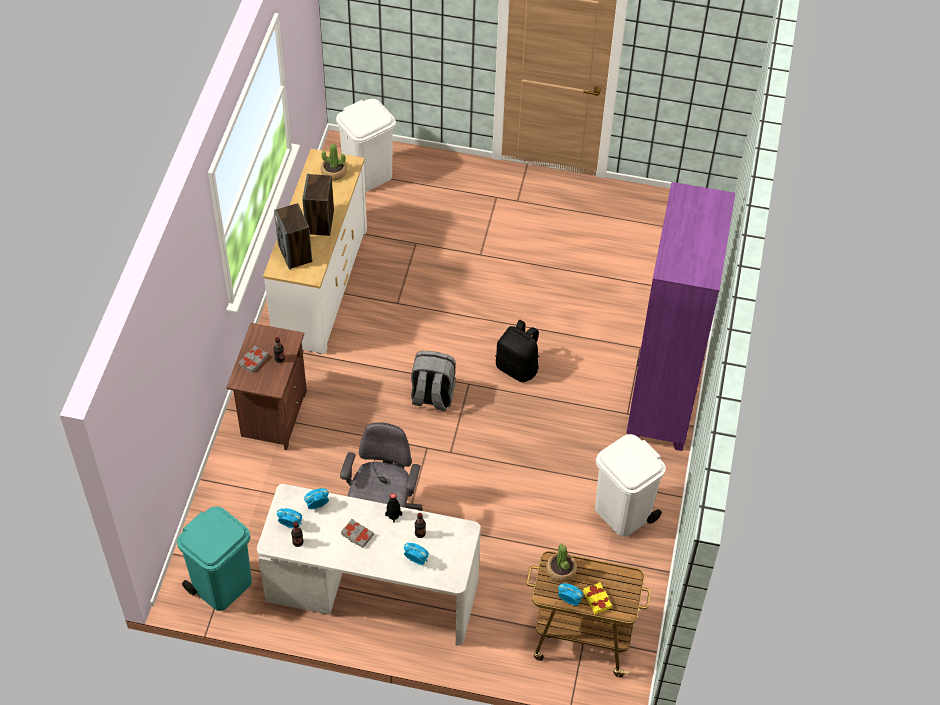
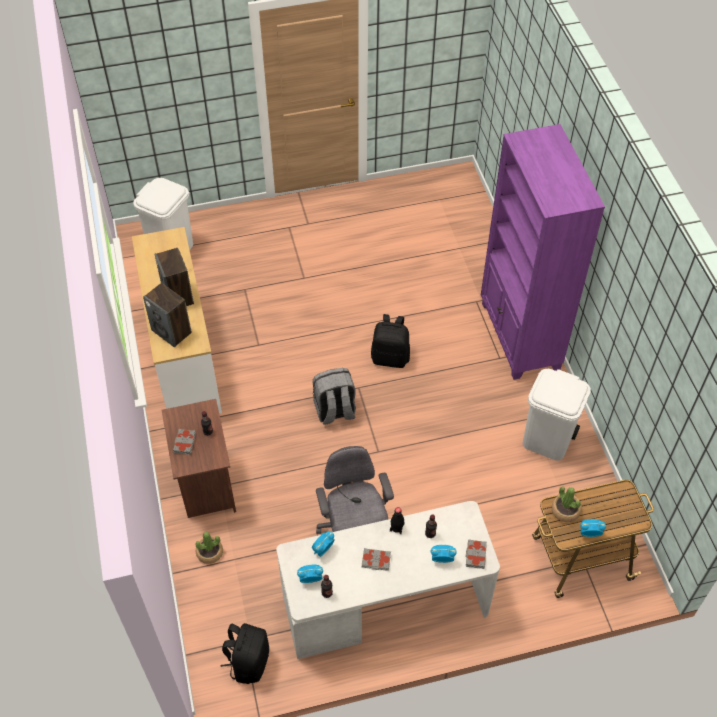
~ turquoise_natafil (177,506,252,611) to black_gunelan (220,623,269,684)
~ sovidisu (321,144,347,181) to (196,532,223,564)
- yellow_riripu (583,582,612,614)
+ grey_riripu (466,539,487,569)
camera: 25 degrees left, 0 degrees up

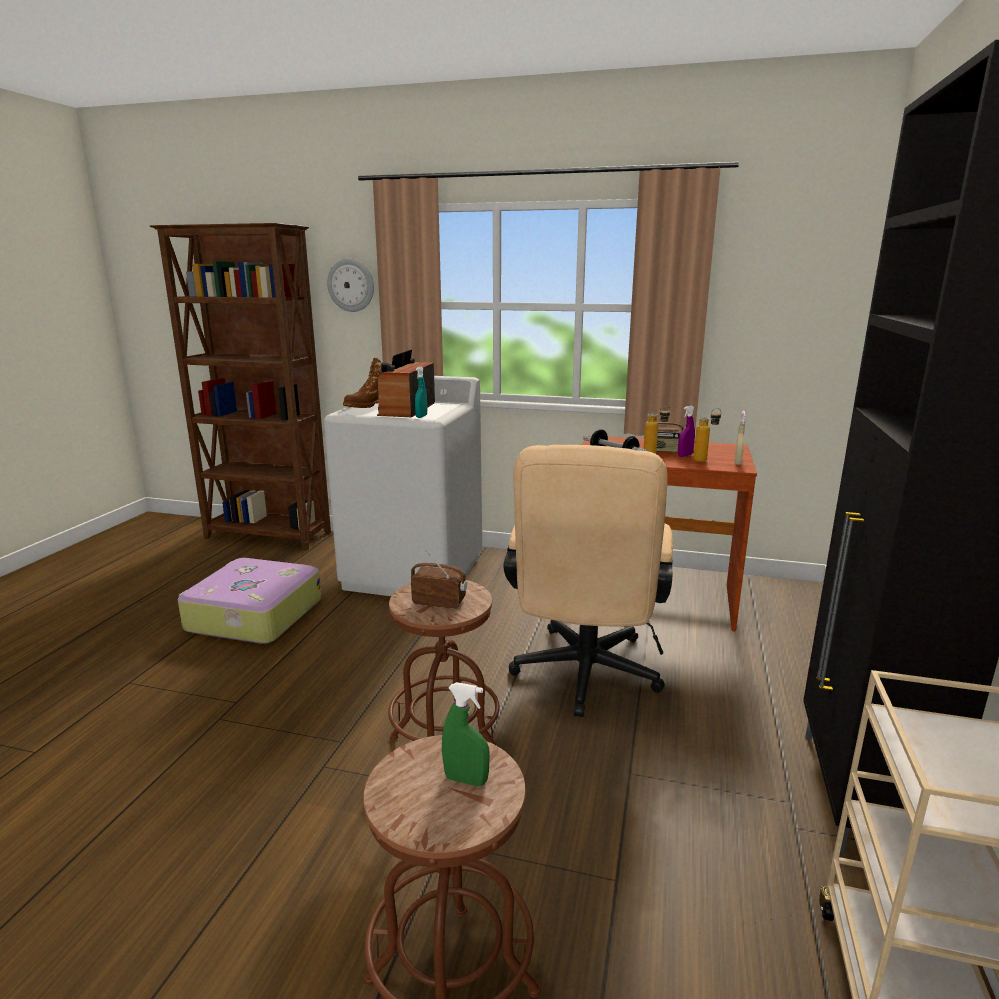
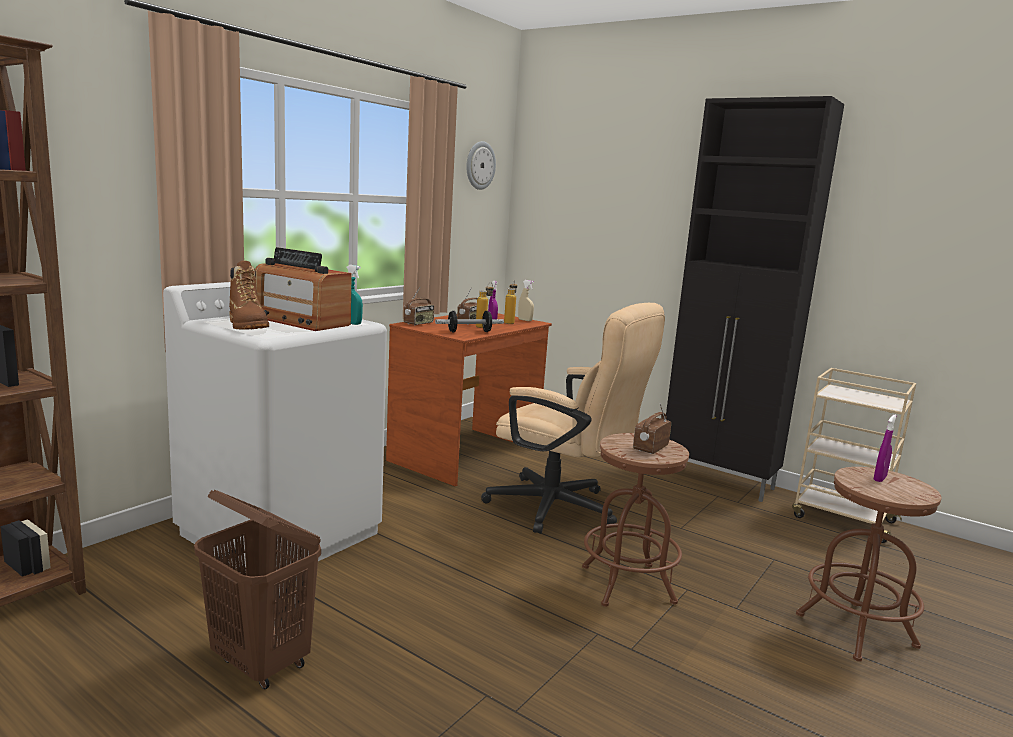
~ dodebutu (178,558,321,644) to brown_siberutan (194,490,321,689)
~ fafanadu (327,258,374,312) to (466,141,496,190)
~ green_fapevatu (442,682,490,786) to purple_fapevatu (874,415,897,482)
+ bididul (403,287,434,325)
camera: 70 degrees left, 5 degrees down

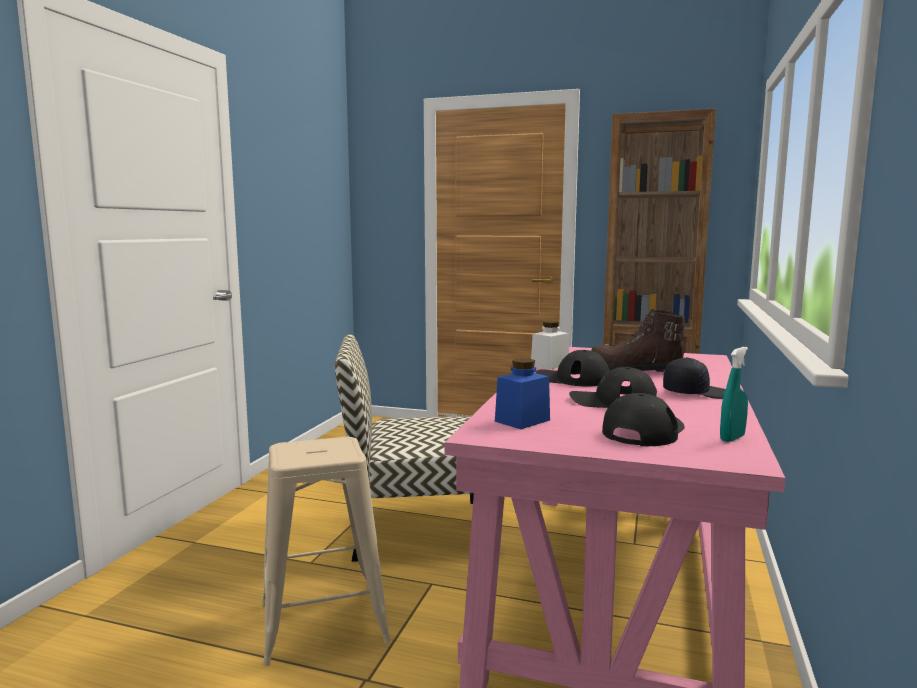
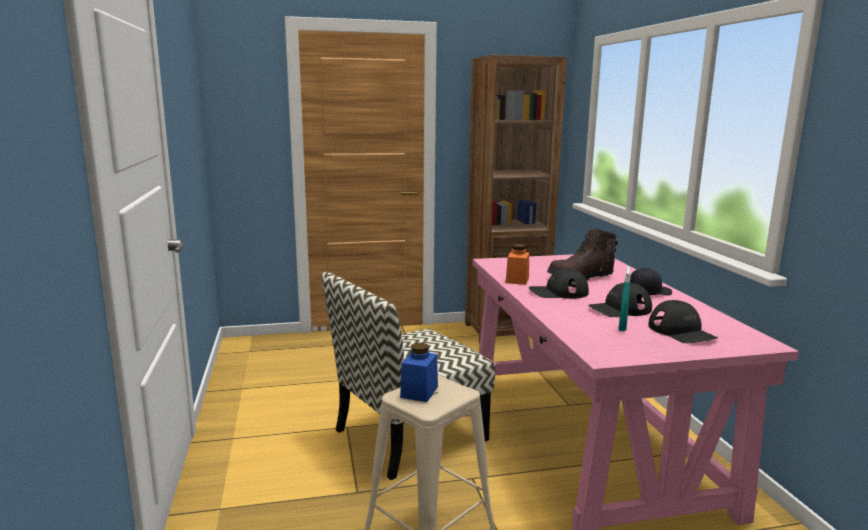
~ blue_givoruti (495,358,550,429) to (400,343,438,402)
~ white_givoruti (531,321,569,370) to orange_givoruti (506,244,529,285)
~ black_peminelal (602,393,685,446) = (648,300,718,343) 150 degrees clockwise
~ turquoise_fapevatu (720,347,748,442) to (618,266,630,331)
camera: 30 degrees left, 5 degrees up

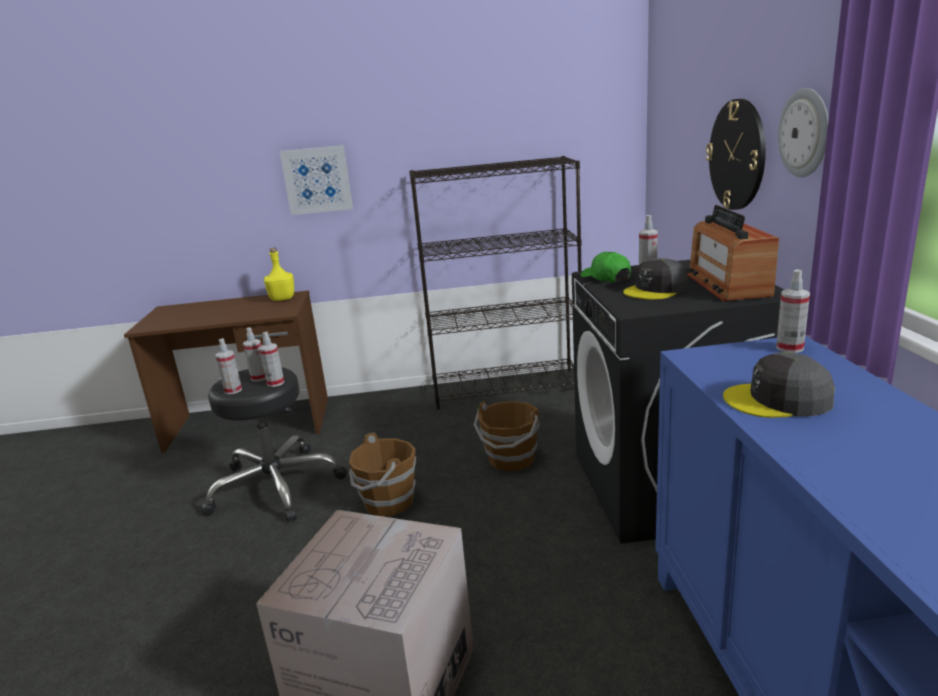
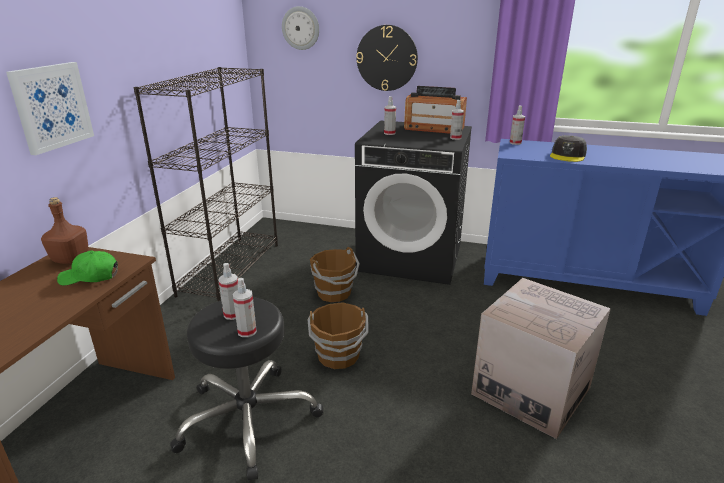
~ fapevatu (259,332,284,387) to (450,100,464,140)
~ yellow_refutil (264,248,294,301) to brown_refutil (41,197,88,264)
~ green_peminelal (581,252,631,282) to (57,250,118,286)
- grey_peminelal (623,258,688,299)
~ fafanadu (778,88,829,177) to (282,6,319,50)
camera: 70 degrees left, 5 degrees up

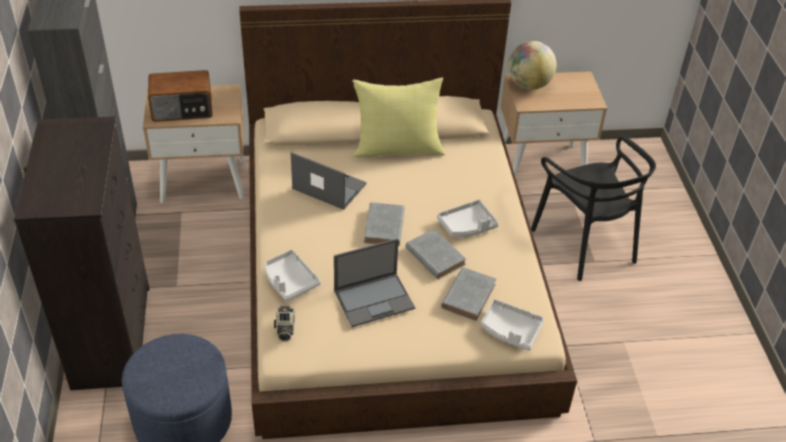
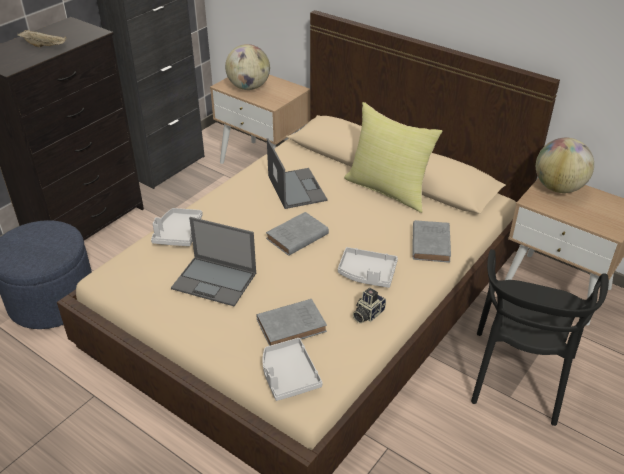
~ bididul (148,70,212,122) to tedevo (225,44,270,90)
~ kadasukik (274,306,295,341) to (353,288,386,323)
~ grey_riripu (406,229,466,279) to (412,220,451,262)
+ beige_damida (17,29,67,48)
camera: 45 degrees right, 5 degrees down

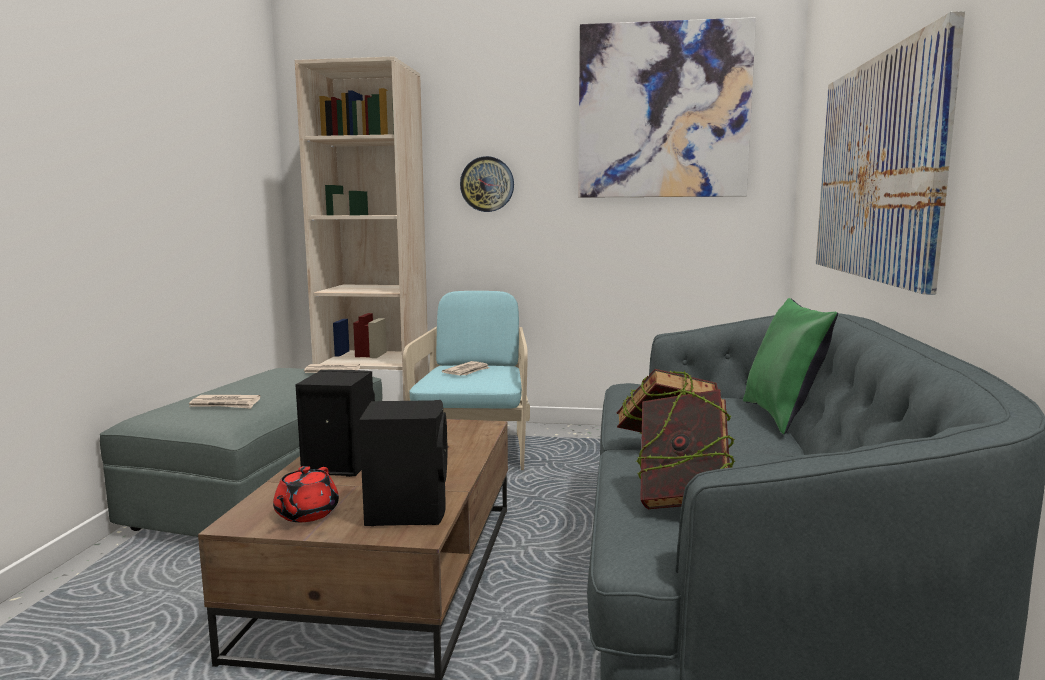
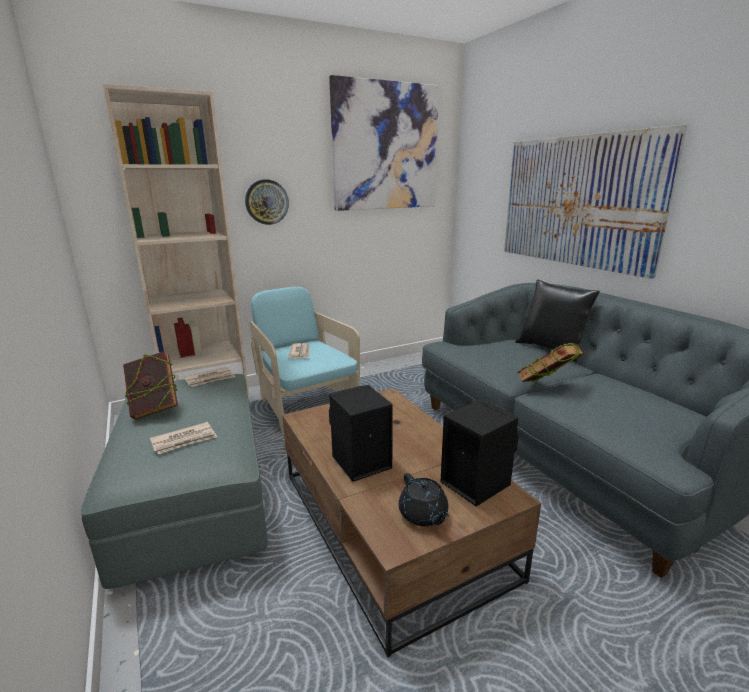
~ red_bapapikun (273,466,339,522) to black_bapapikun (399,473,449,526)
~ riripu (636,389,735,509) to (123,351,178,419)
~ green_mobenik (743,298,838,434) to black_mobenik (515,280,600,362)
camera: 35 degrees left, 10 degrees up

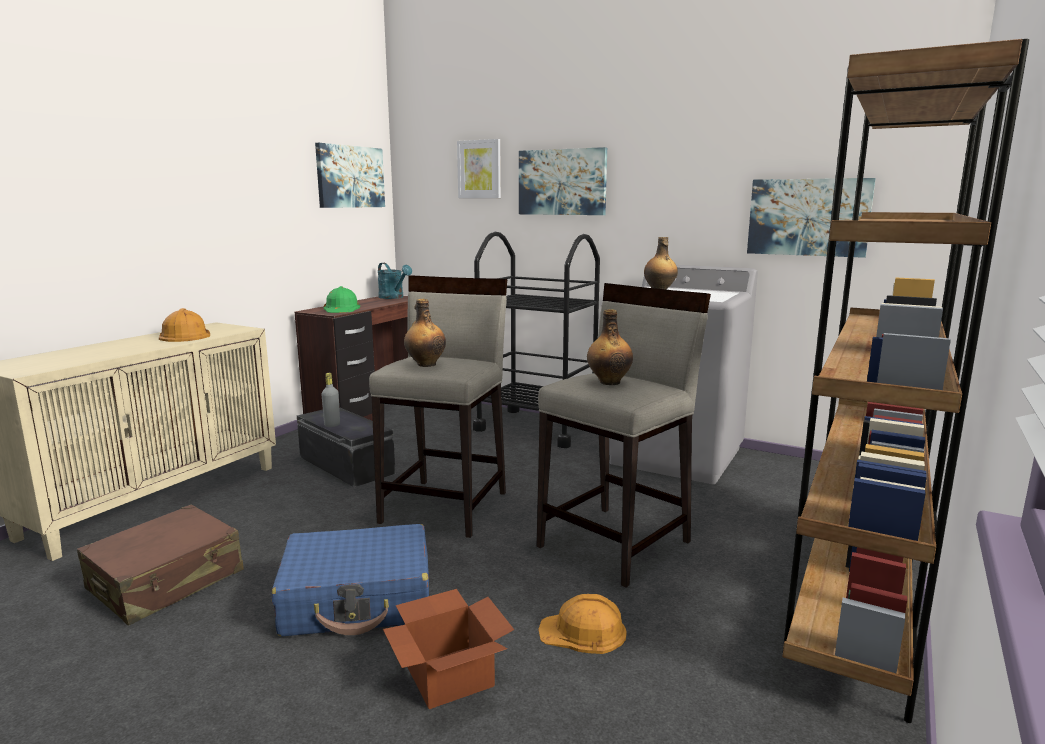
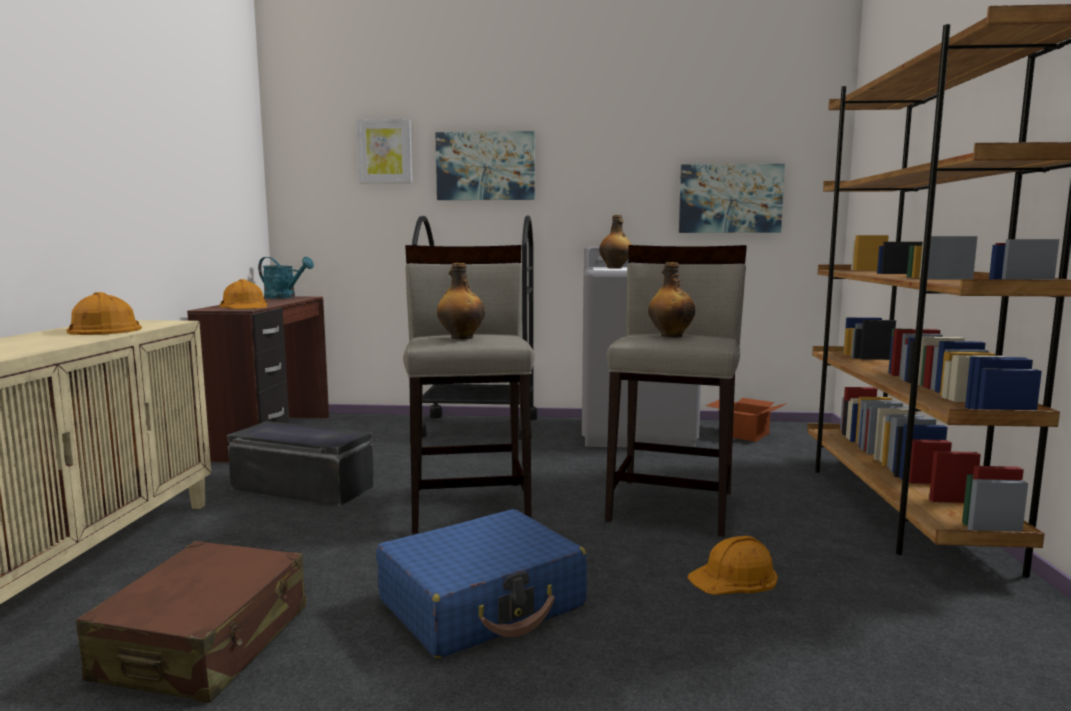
- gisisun (315,143,385,208)
- grey_refutil (321,373,340,427)
~ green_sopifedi (324,286,360,313) to orange_sopifedi (219,279,268,309)
~ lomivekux (383,589,514,709) to (706,398,787,442)
camera: 25 degrees left, 5 degrees down

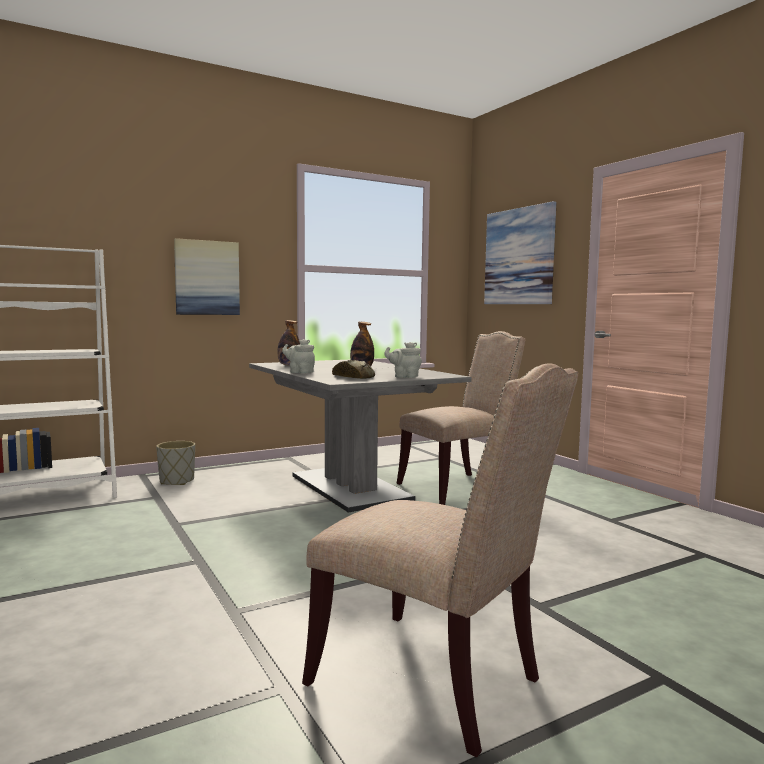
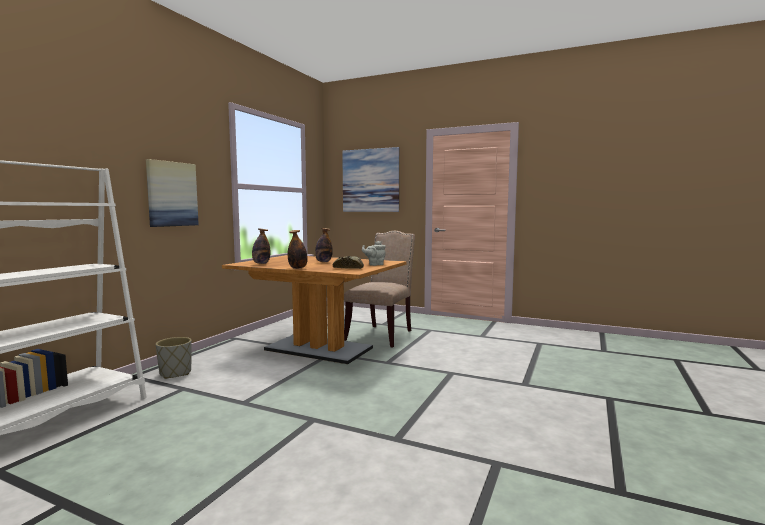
~ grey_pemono (249,360,471,512) to brown_pemono (222,255,406,364)
~ grey_bapapikun (282,339,315,374) to refutil (288,230,308,269)
- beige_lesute (302,363,578,757)
camera: 35 degrees left, 0 degrees up

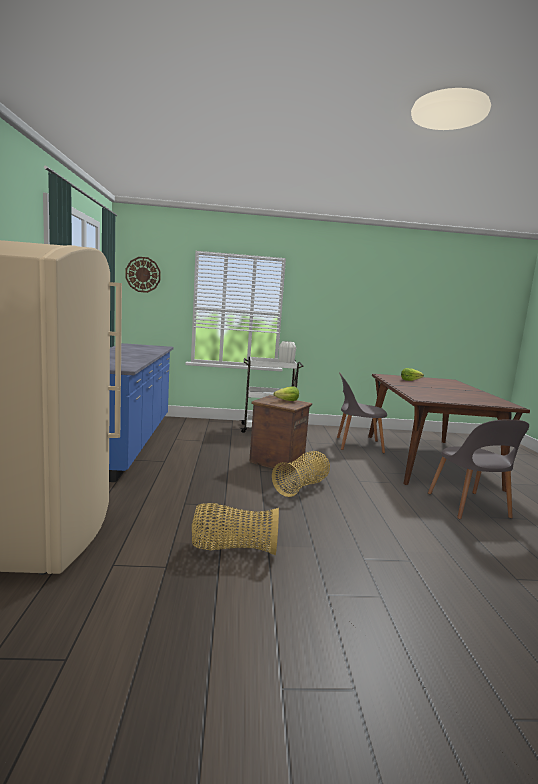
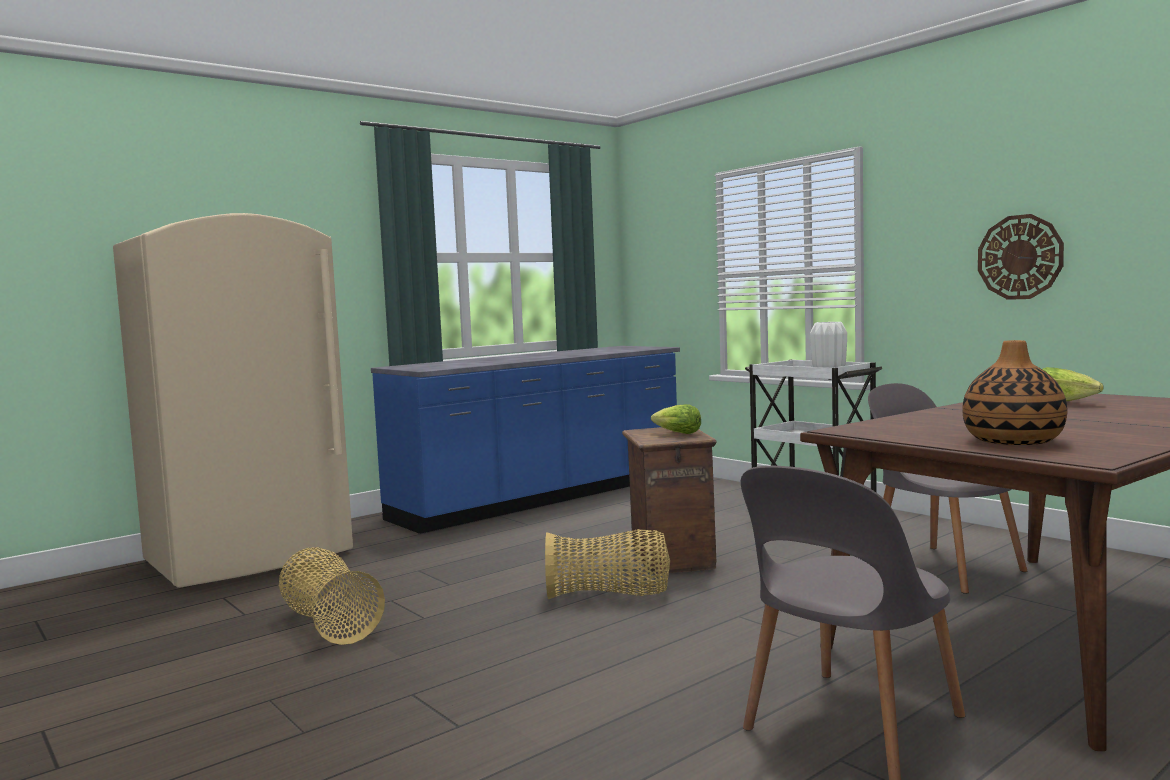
~ fafanadu (126,257,161,293) to (978,214,1064,300)
+ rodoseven (962,340,1067,445)
camera: 55 degrees right, 5 degrees down

